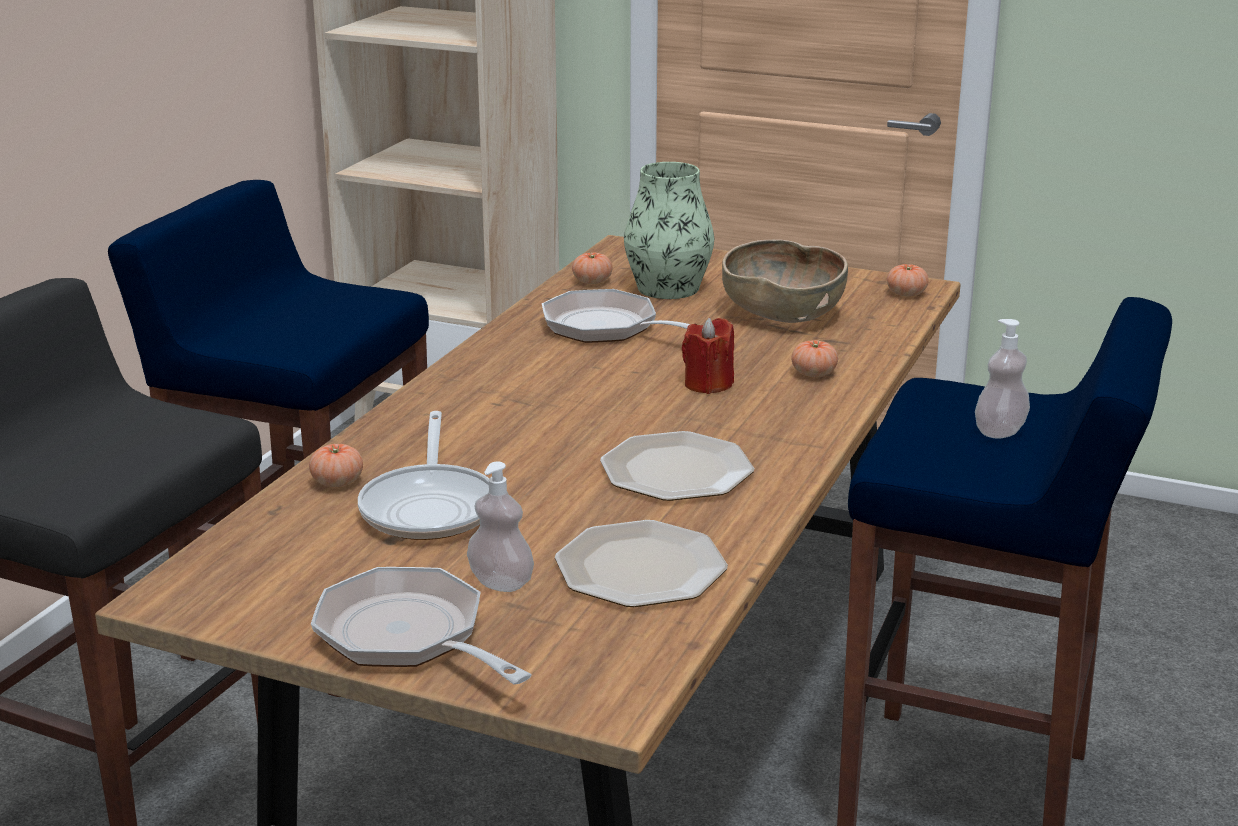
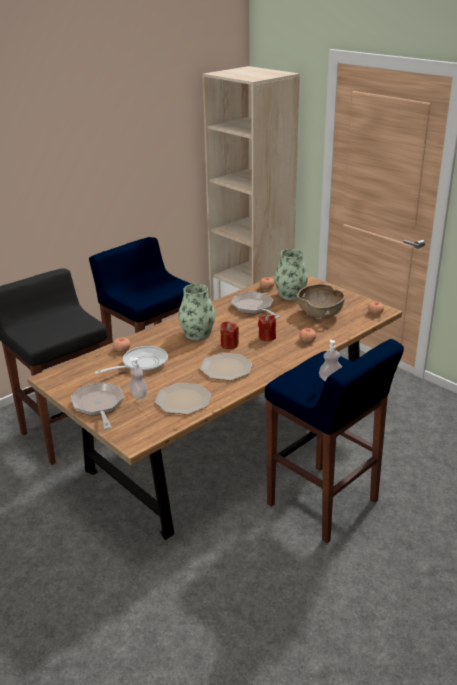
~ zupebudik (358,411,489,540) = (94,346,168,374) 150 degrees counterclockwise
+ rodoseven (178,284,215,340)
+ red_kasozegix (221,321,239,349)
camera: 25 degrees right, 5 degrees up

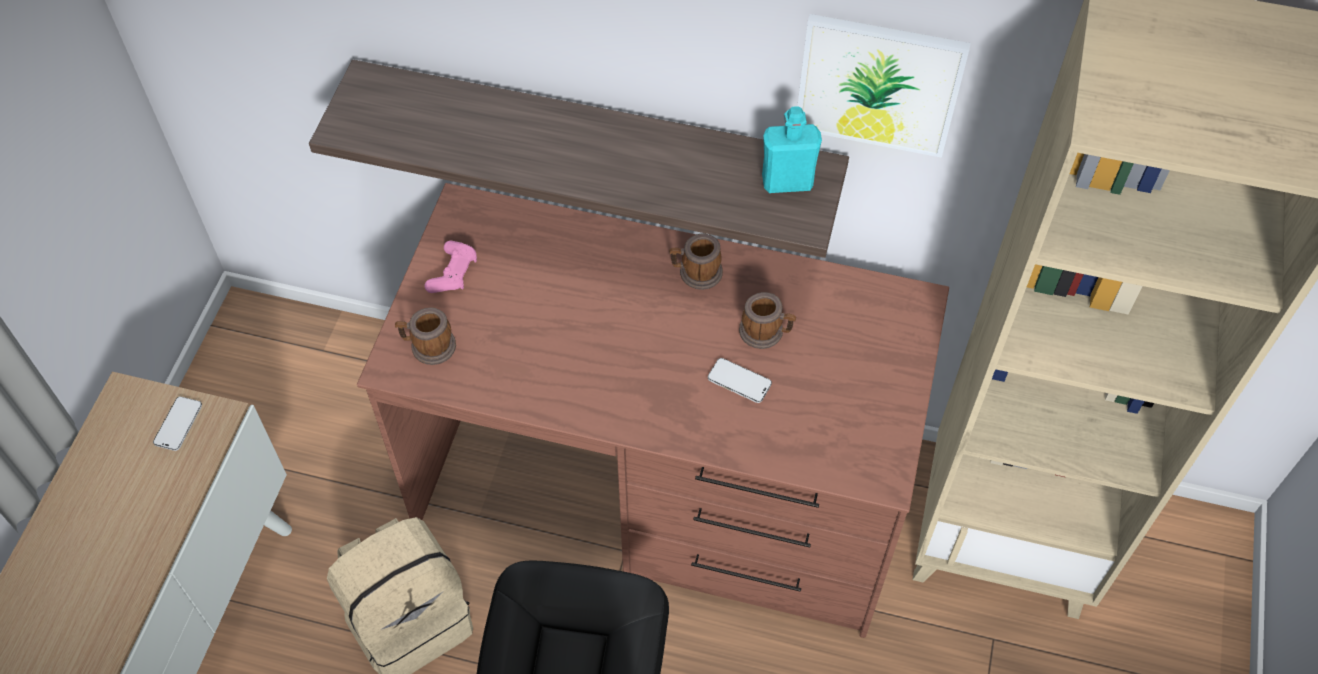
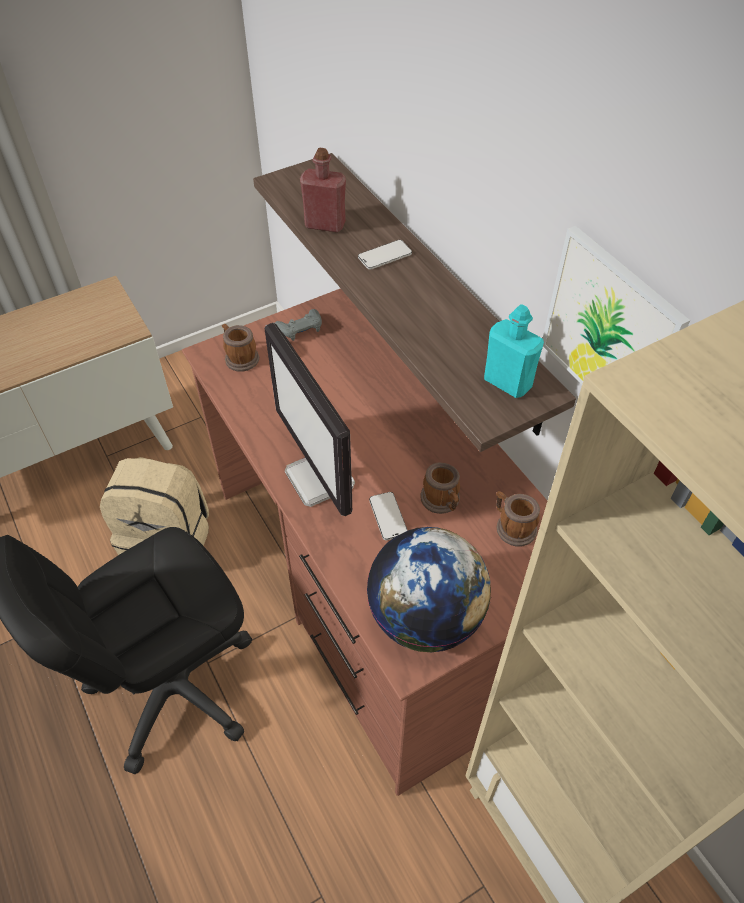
~ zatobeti (153,396,202,451) to (358,240,412,270)
~ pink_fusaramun (424,240,477,293) to grey_fusaramun (275,309,322,341)
~ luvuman (669,233,723,290) to (496,491,540,547)
+ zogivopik (264,323,355,516)
+ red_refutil (300,148,346,232)
+ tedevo (367,527,491,652)
camera: 45 degrees right, 5 degrees down

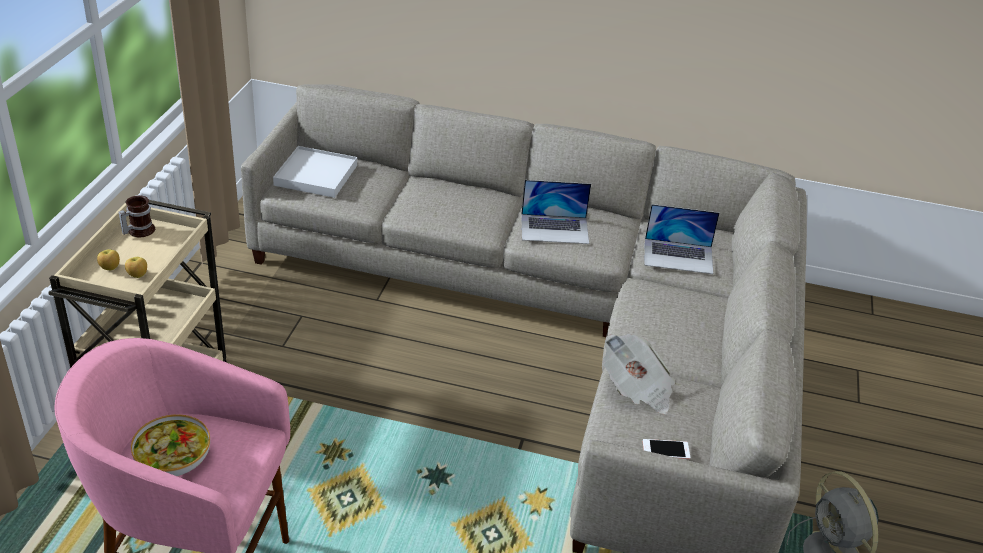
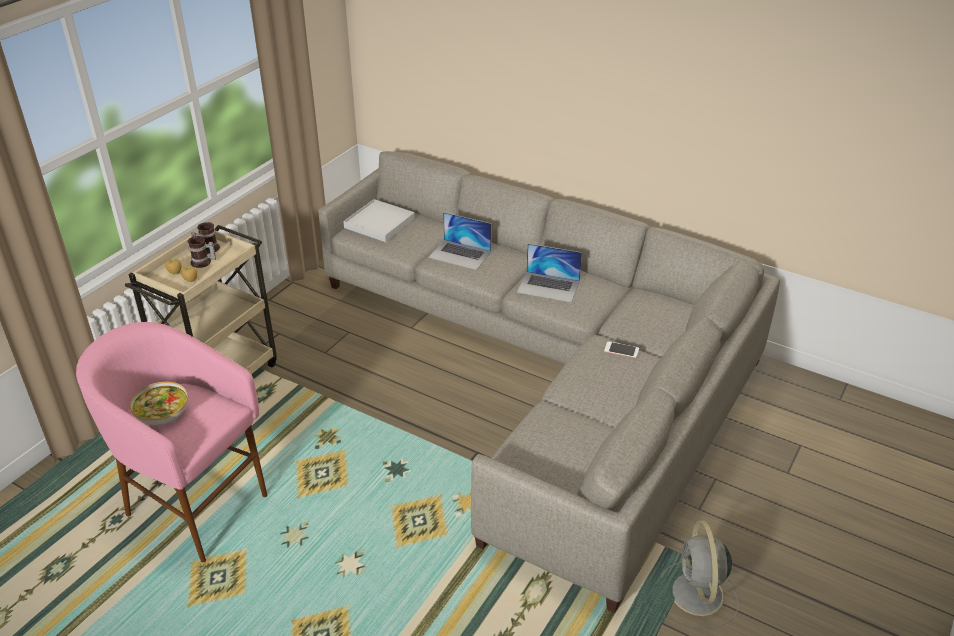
- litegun (603,334,675,414)
~ zatobeti (643,439,690,459) to (604,341,639,358)
~ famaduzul (644,204,720,274) to (428,212,491,270)
+ luvuman (188,236,216,268)
camera: 20 degrees right, 0 degrees up

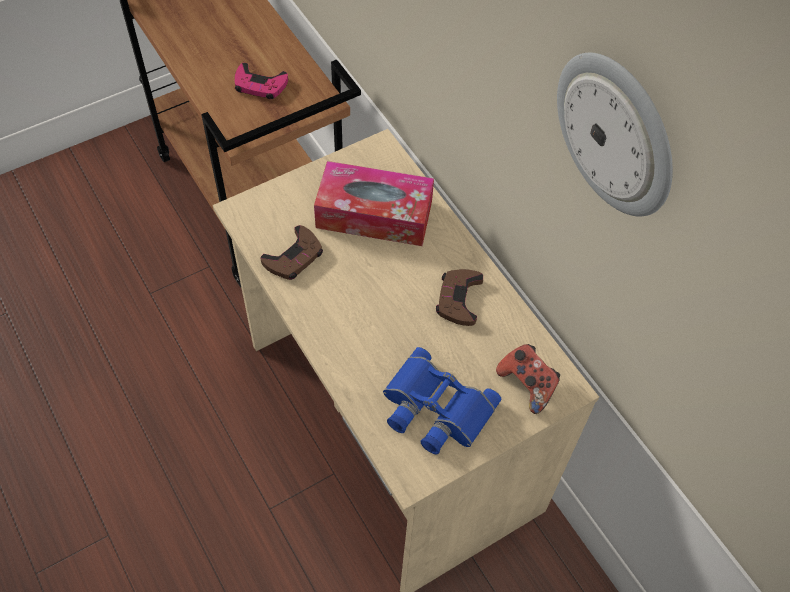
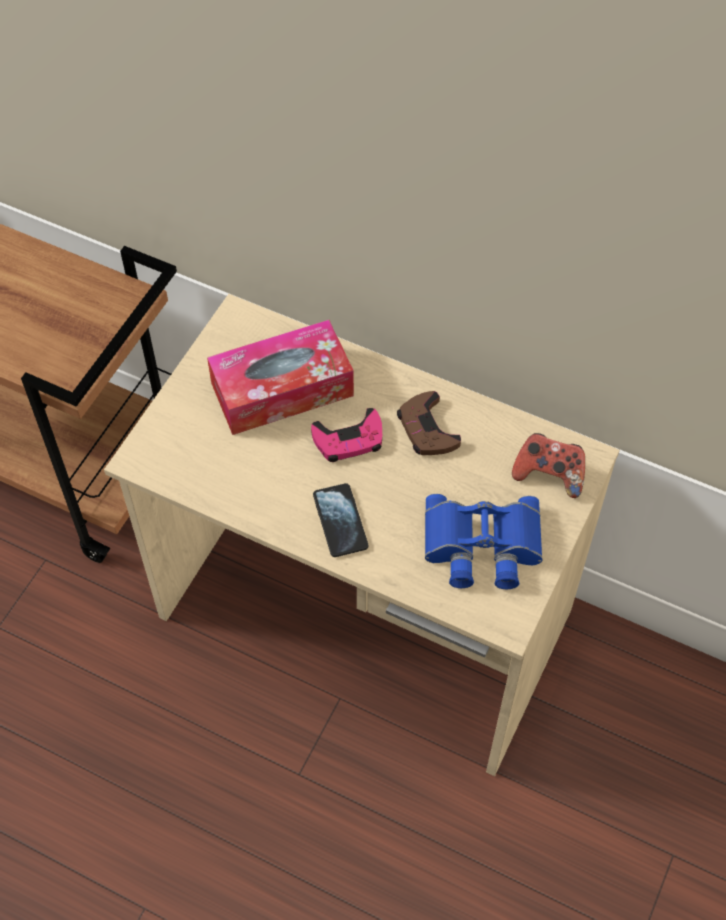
~ pink_fusaramun (235,63,288,99) to (311,408,382,462)
- brown_fusaramun (260,225,323,280)
- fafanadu (557,53,673,217)
+ zatobeti (313,483,368,557)
camera: 30 degrees left, 0 degrees up

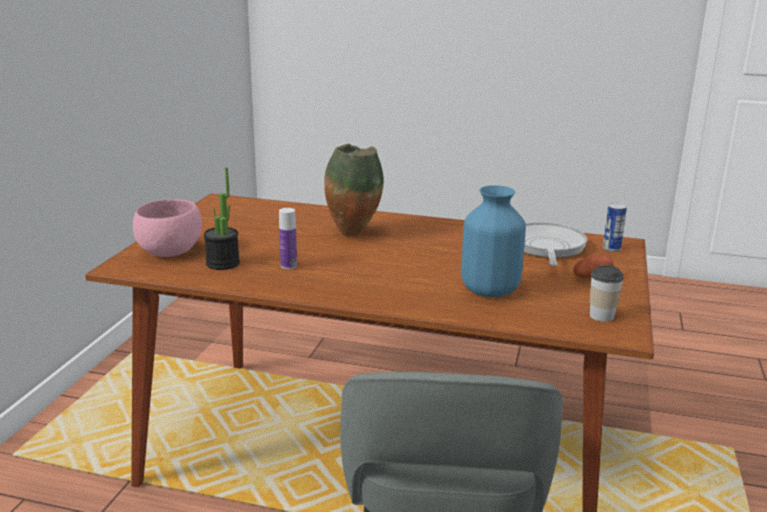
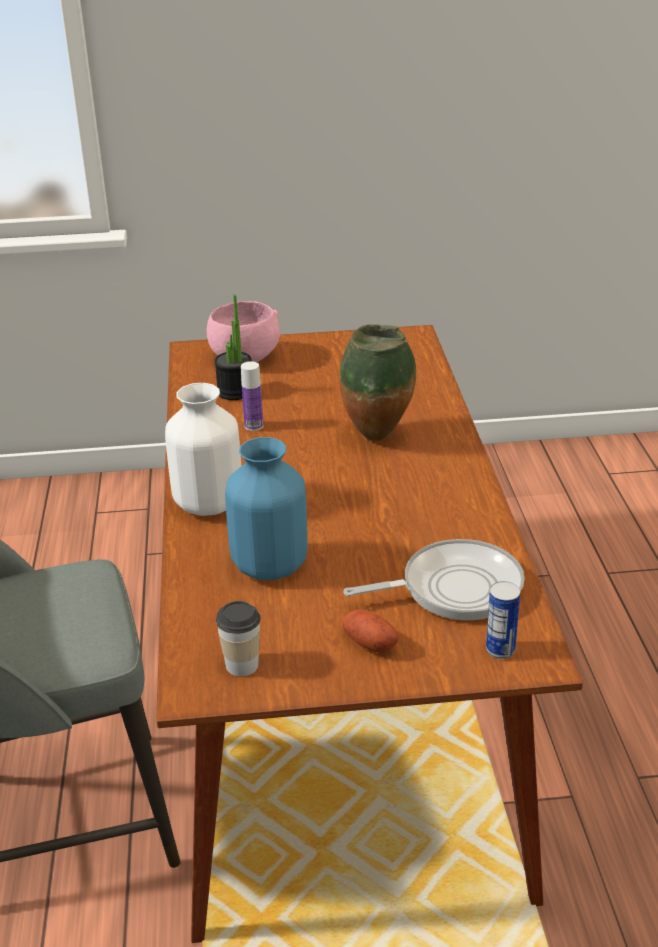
+ white_rodoseven (165,383,241,516)
camera: 70 degrees right, 10 degrees up

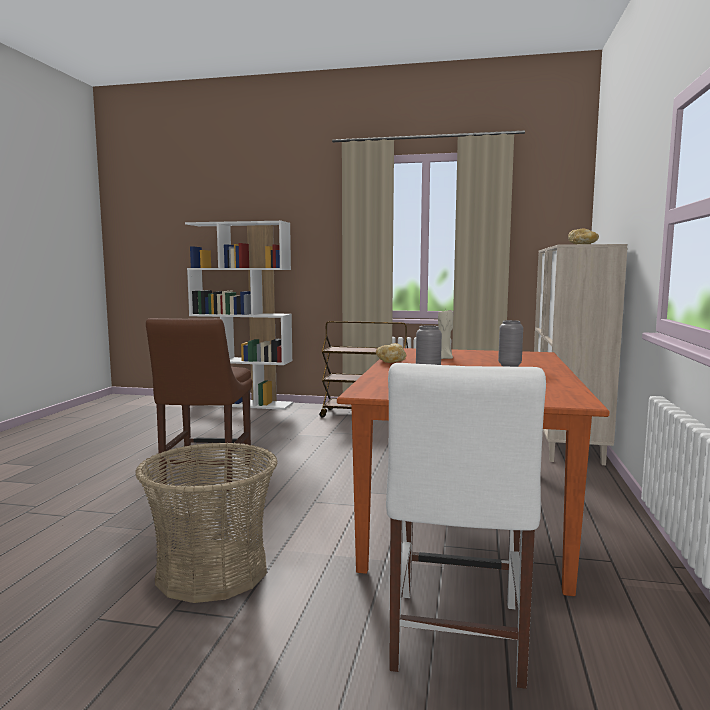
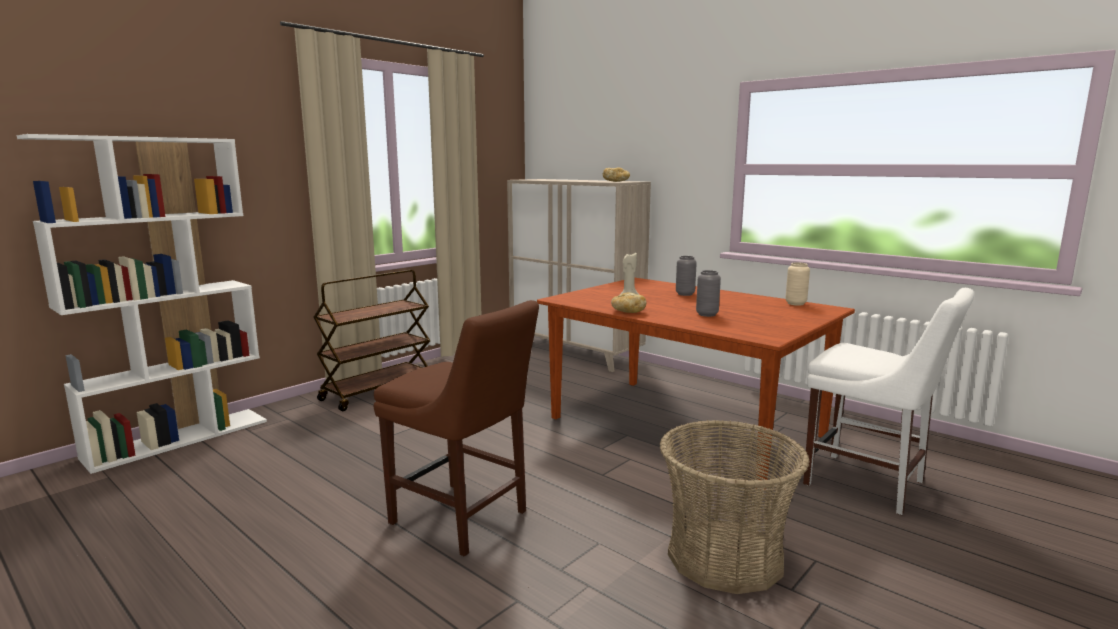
+ beige_rodoseven (785,262,810,306)
camera: 60 degrees left, 5 degrees up

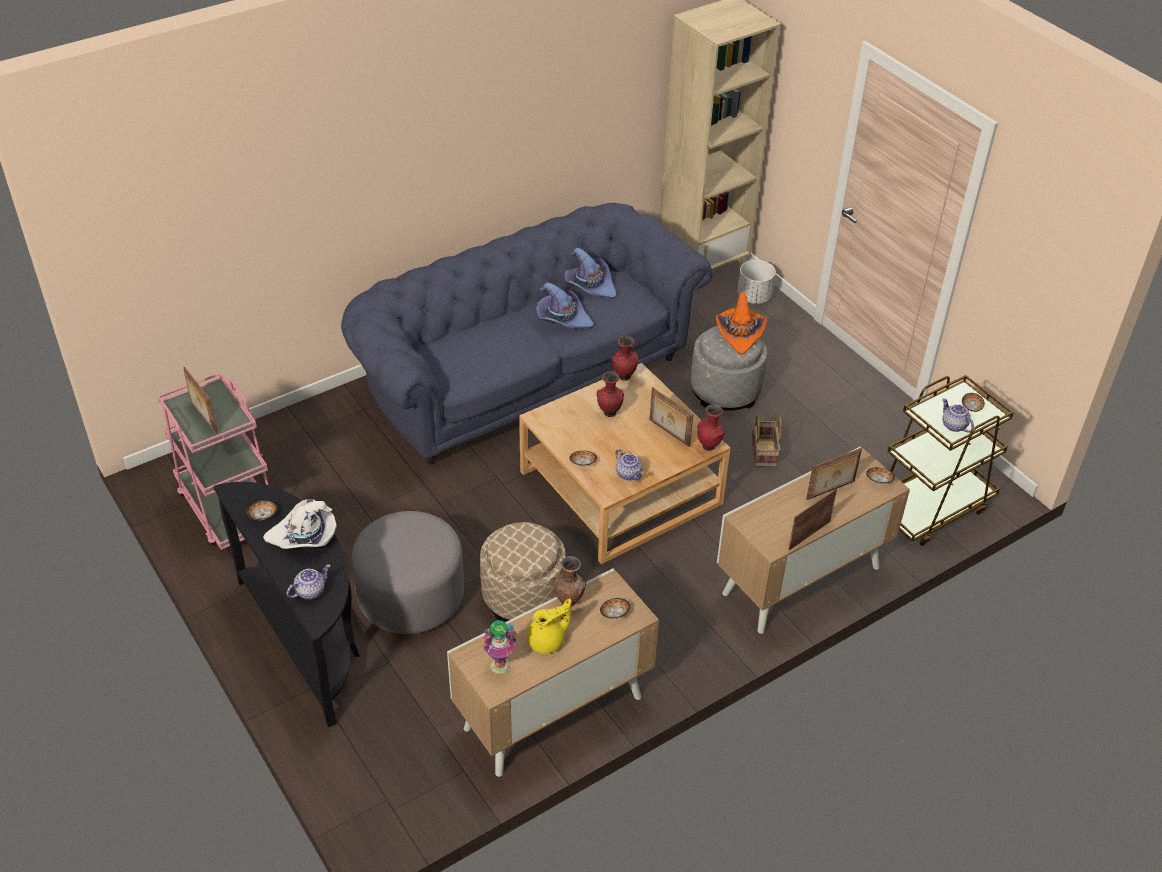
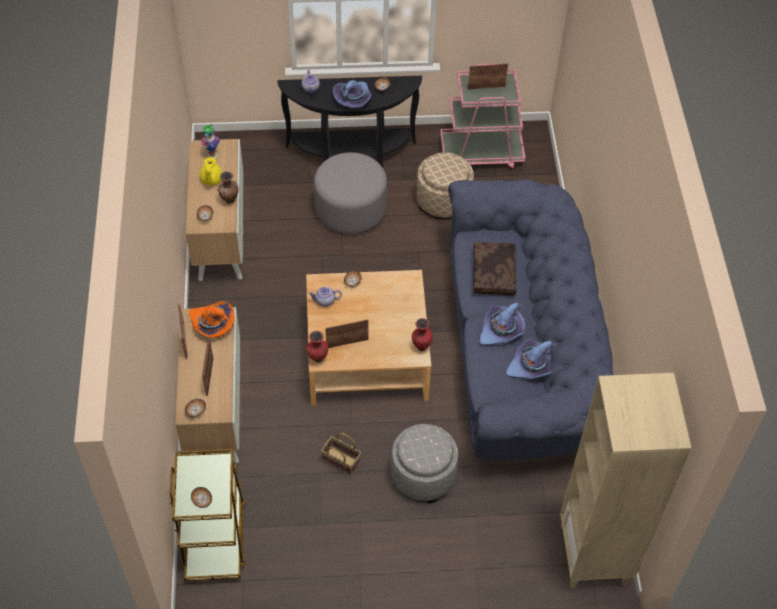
~ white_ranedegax (263,499,337,549) to purple_ranedegax (333,80,372,108)
~ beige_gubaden (480,522,566,622) to (416,152,474,220)
- red_rodoseven (597,371,624,417)
~ orange_ranedegax (716,292,767,355) to (189,301,235,338)
- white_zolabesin (737,260,776,304)
- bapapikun (942,398,974,433)
+ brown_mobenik (473,242,516,295)
camera: 120 degrees right, 10 degrees up

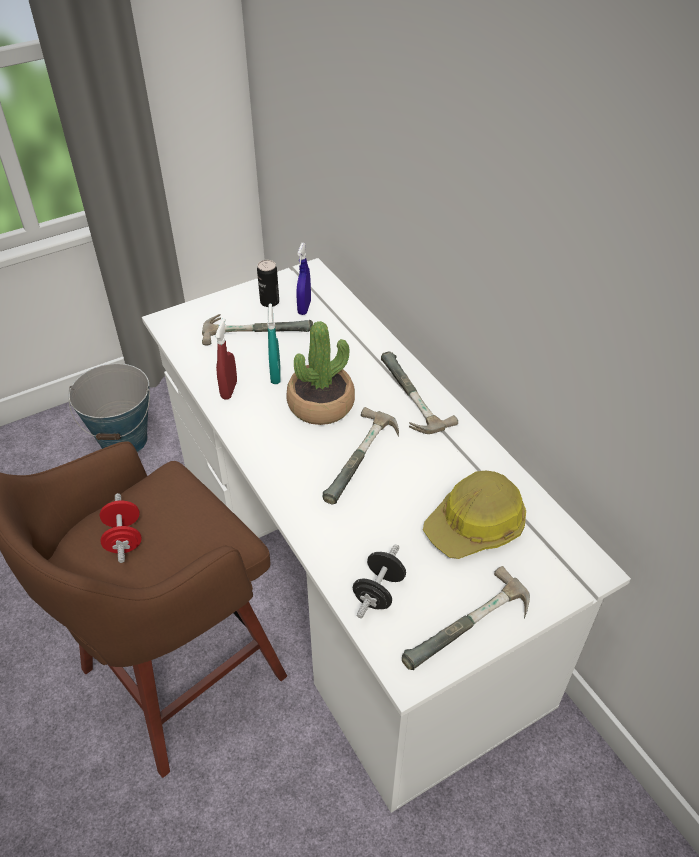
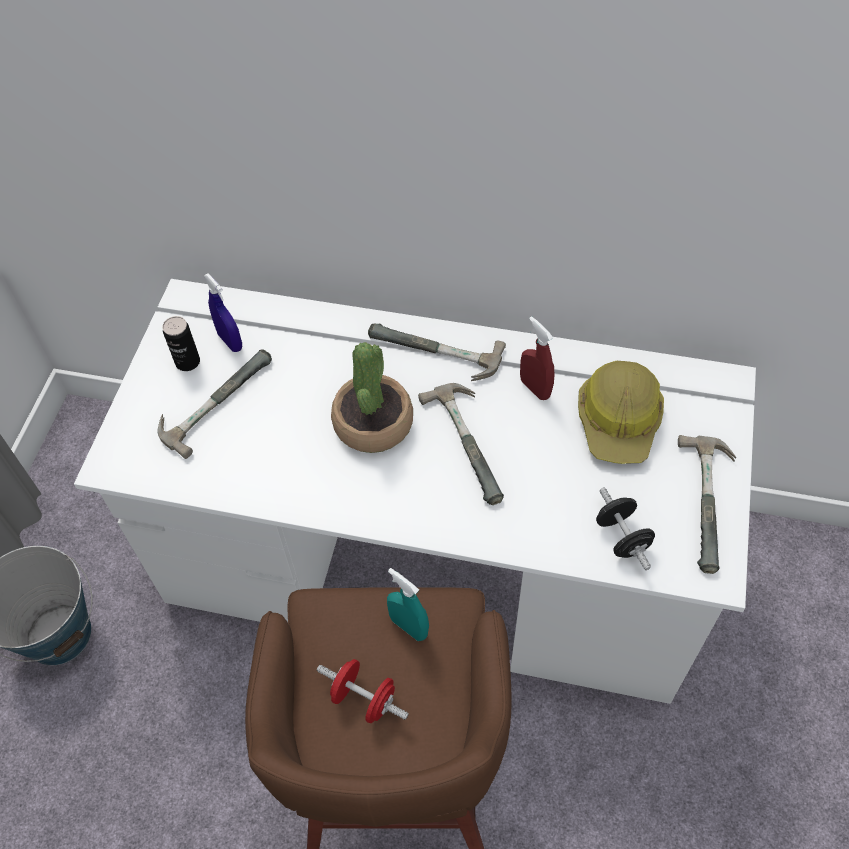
~ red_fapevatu (215,318,237,400) to (520,316,555,400)
~ turquoise_fapevatu (268,303,281,384) to (387,568,429,641)
camera: 45 degrees left, 10 degrees up

